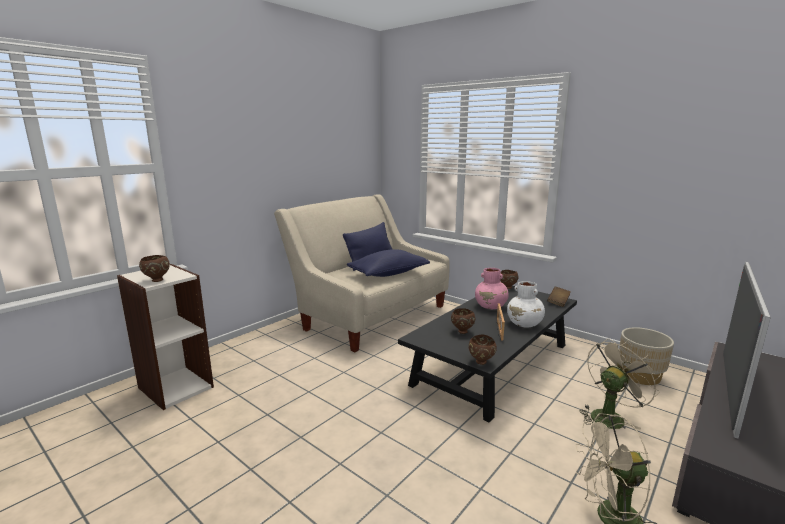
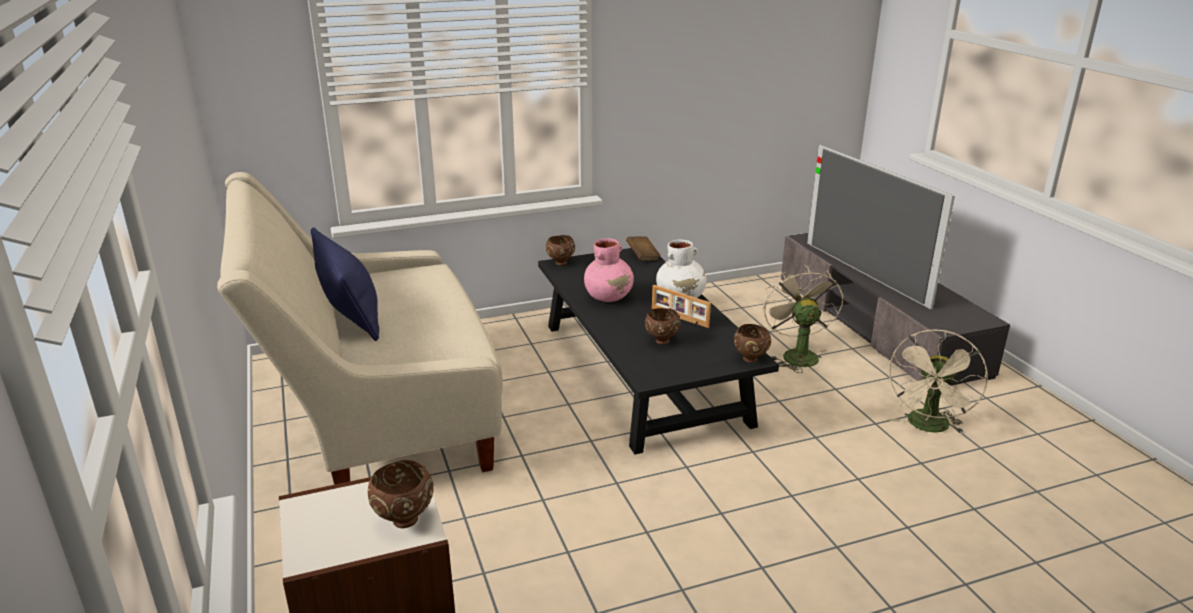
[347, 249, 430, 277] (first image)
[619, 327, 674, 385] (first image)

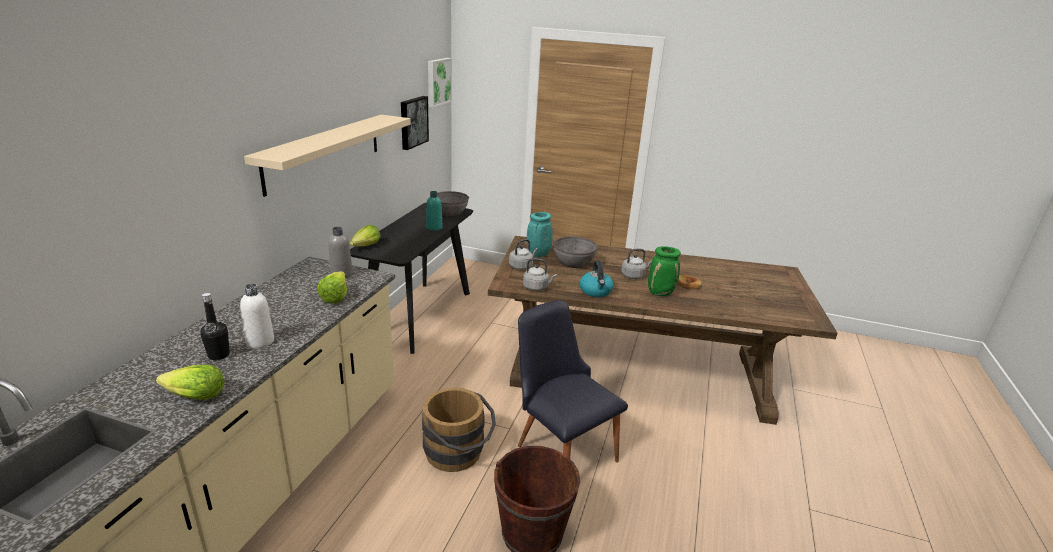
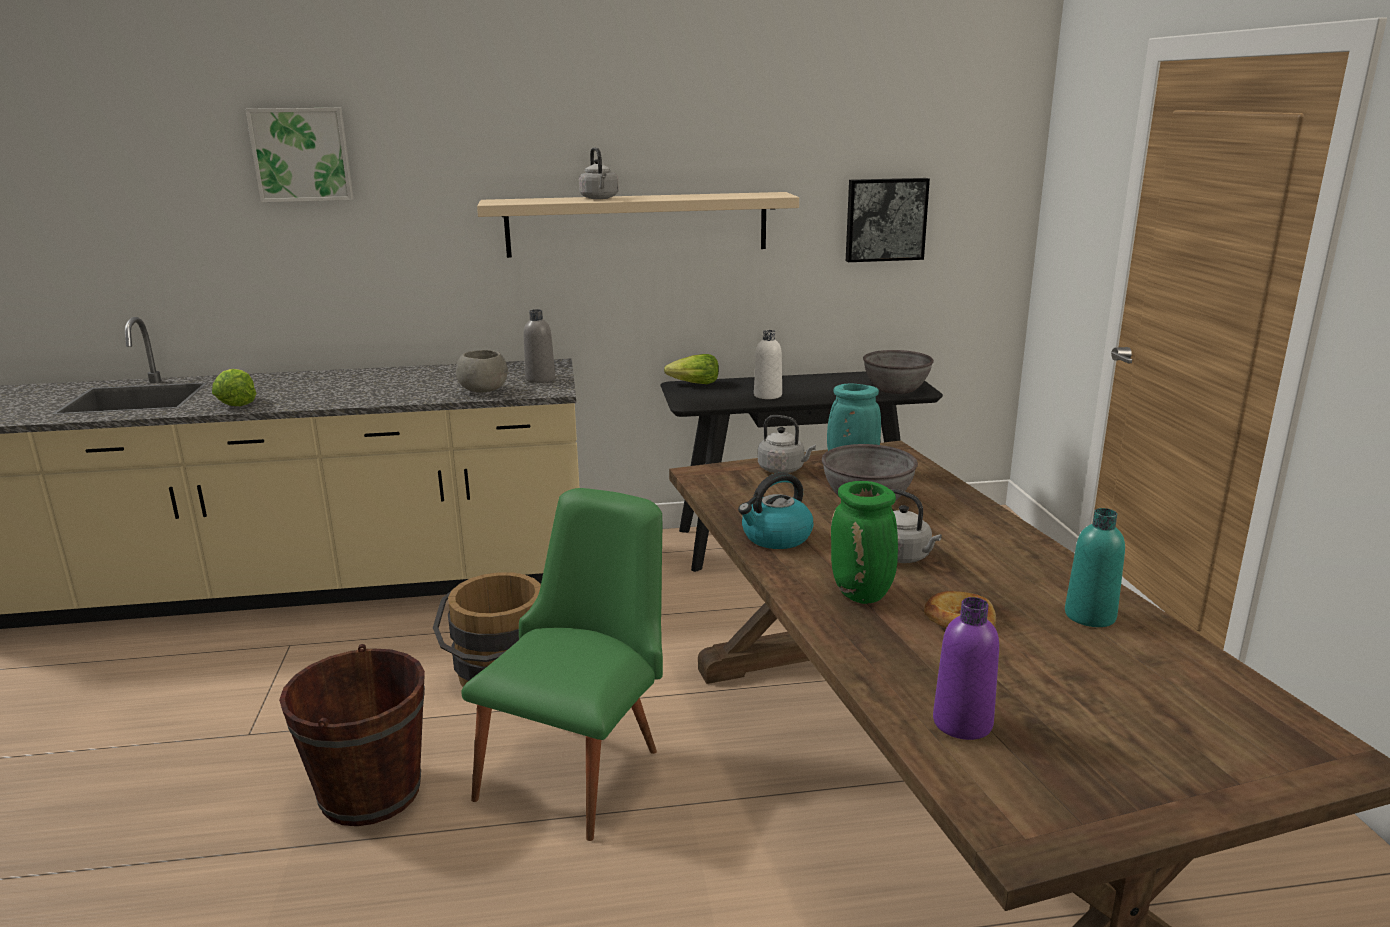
[200, 293, 230, 360] (first image)
[933, 597, 999, 740]
[754, 330, 782, 399]
[1065, 508, 1125, 627]
[245, 108, 353, 202]
[579, 147, 619, 199]
[456, 350, 508, 392]
[461, 488, 663, 841]

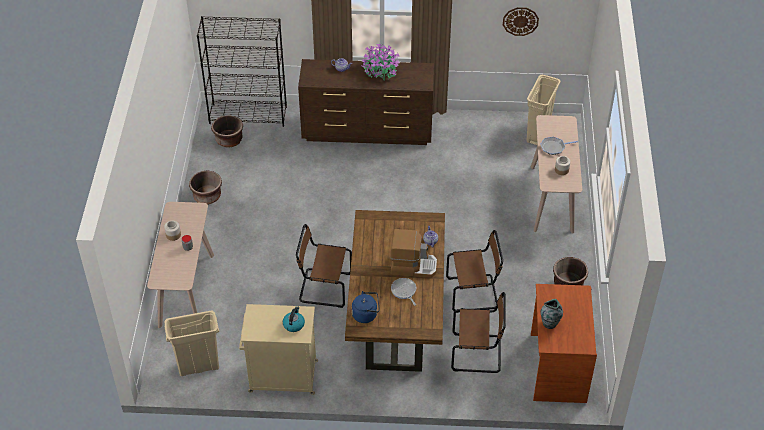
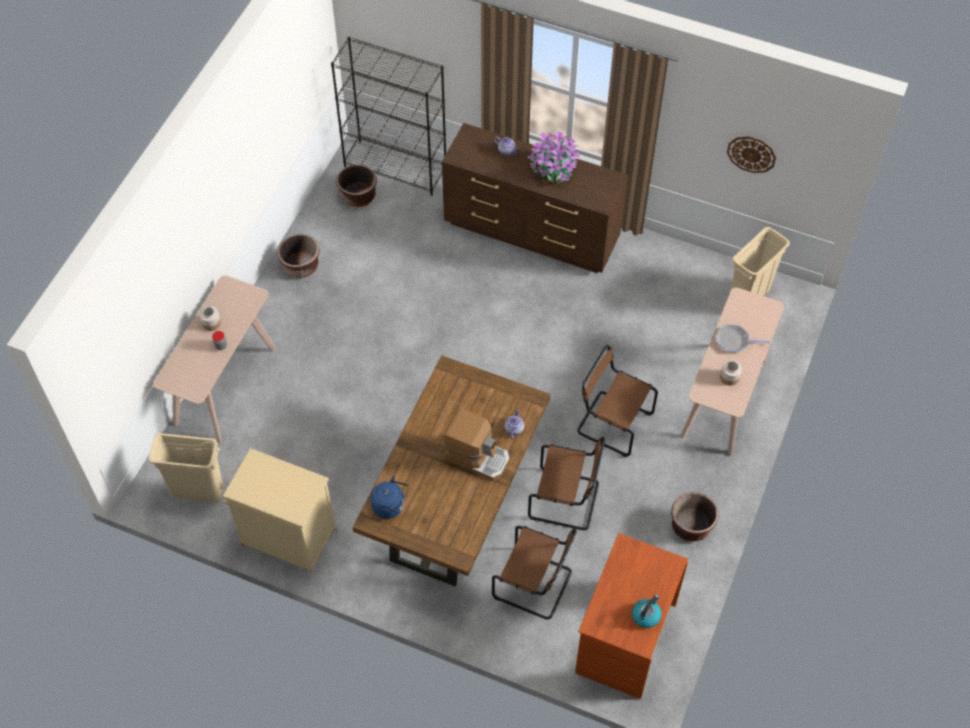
[391, 278, 416, 306] (first image)
[540, 299, 563, 329] (first image)
[632, 595, 662, 628]
[577, 345, 658, 457]

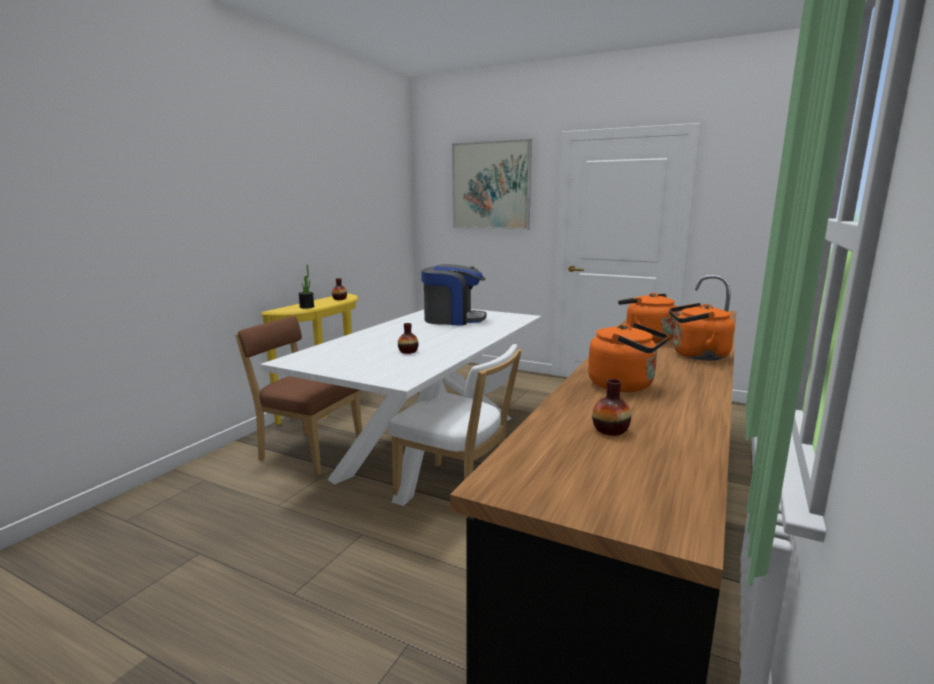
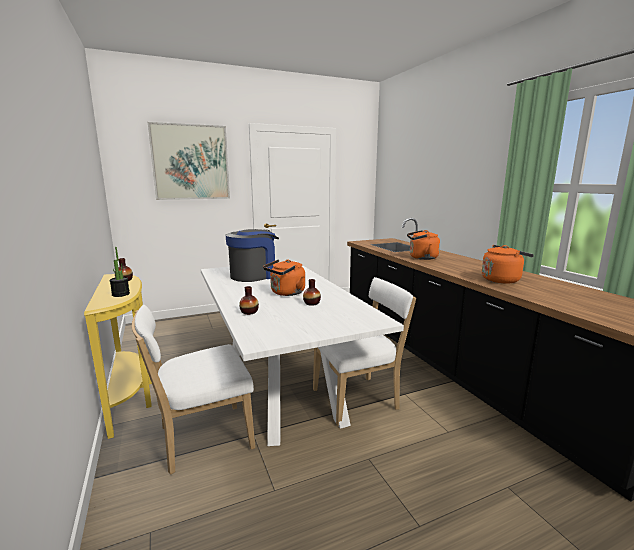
[239, 286, 259, 315]
[263, 259, 305, 296]
[132, 305, 255, 475]

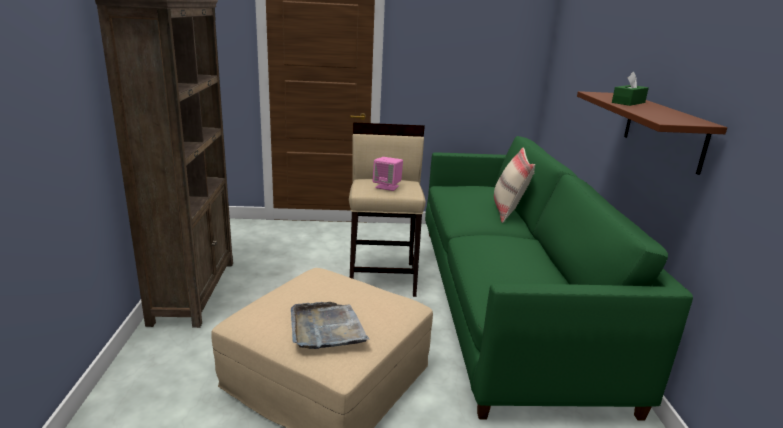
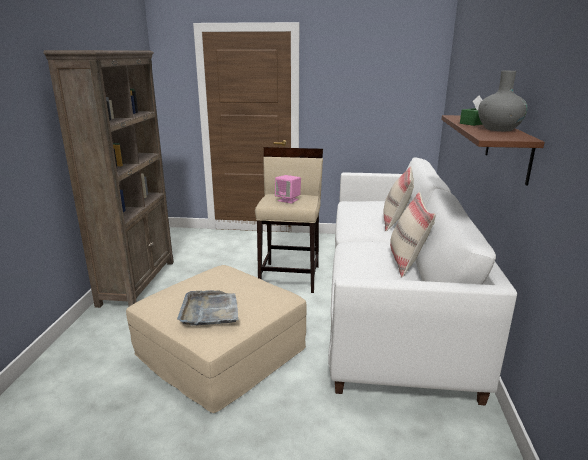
[390, 192, 436, 277]
[478, 71, 528, 131]
[328, 157, 517, 406]

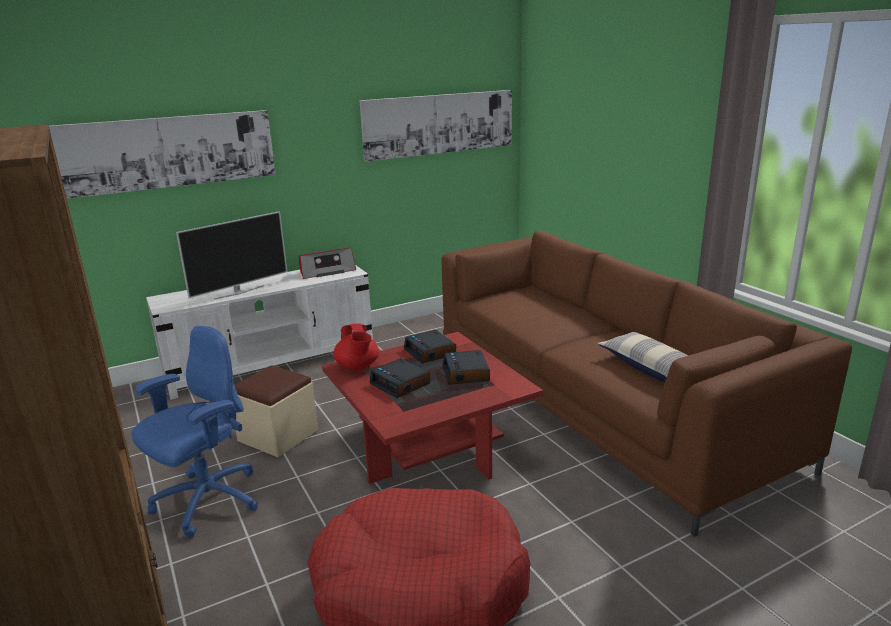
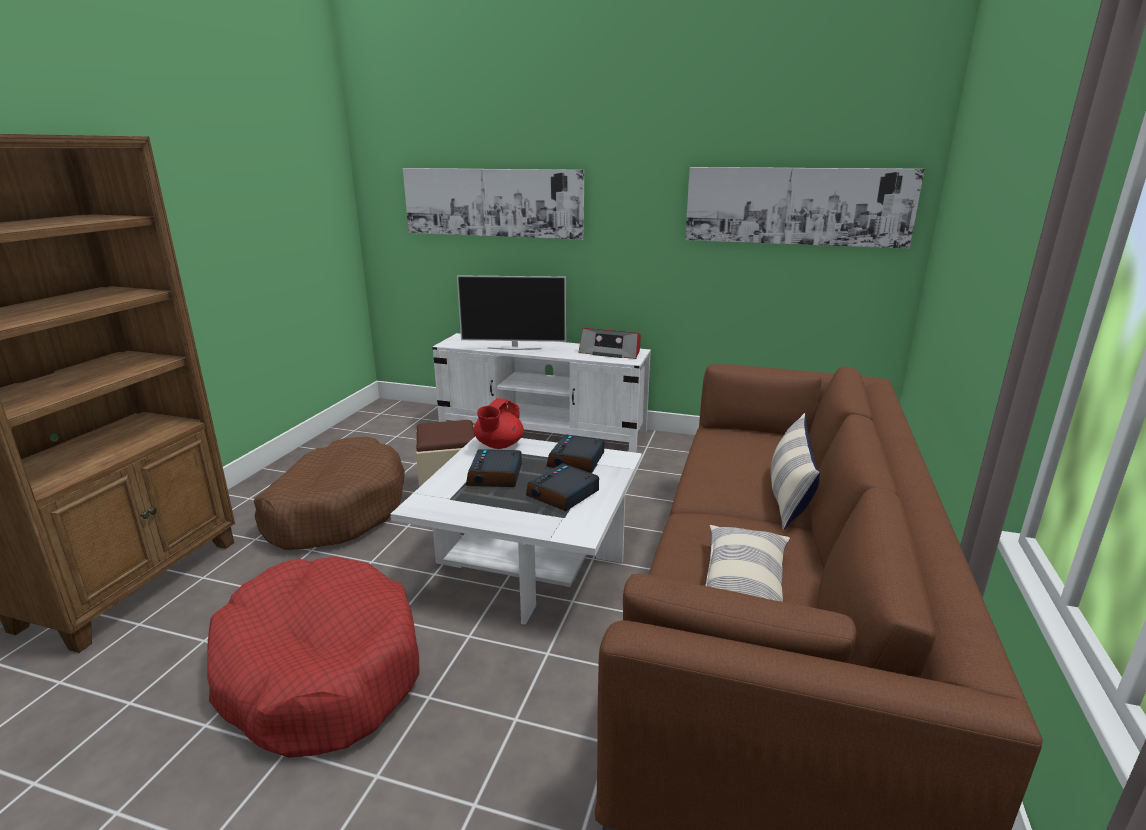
[771, 413, 820, 530]
[254, 437, 405, 550]
[390, 437, 642, 625]

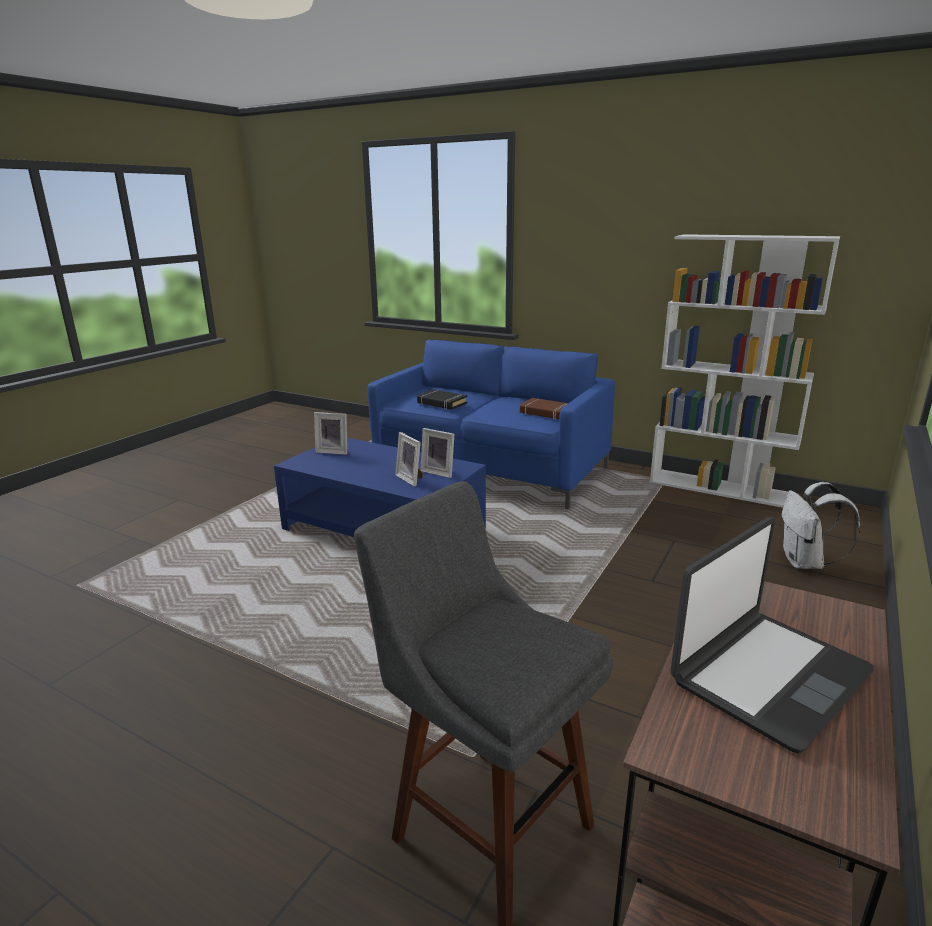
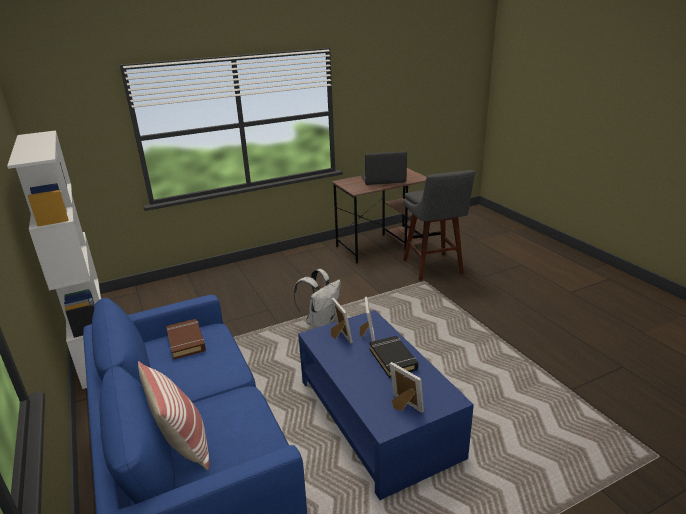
[138, 361, 209, 470]
[369, 336, 418, 378]
[294, 269, 341, 328]

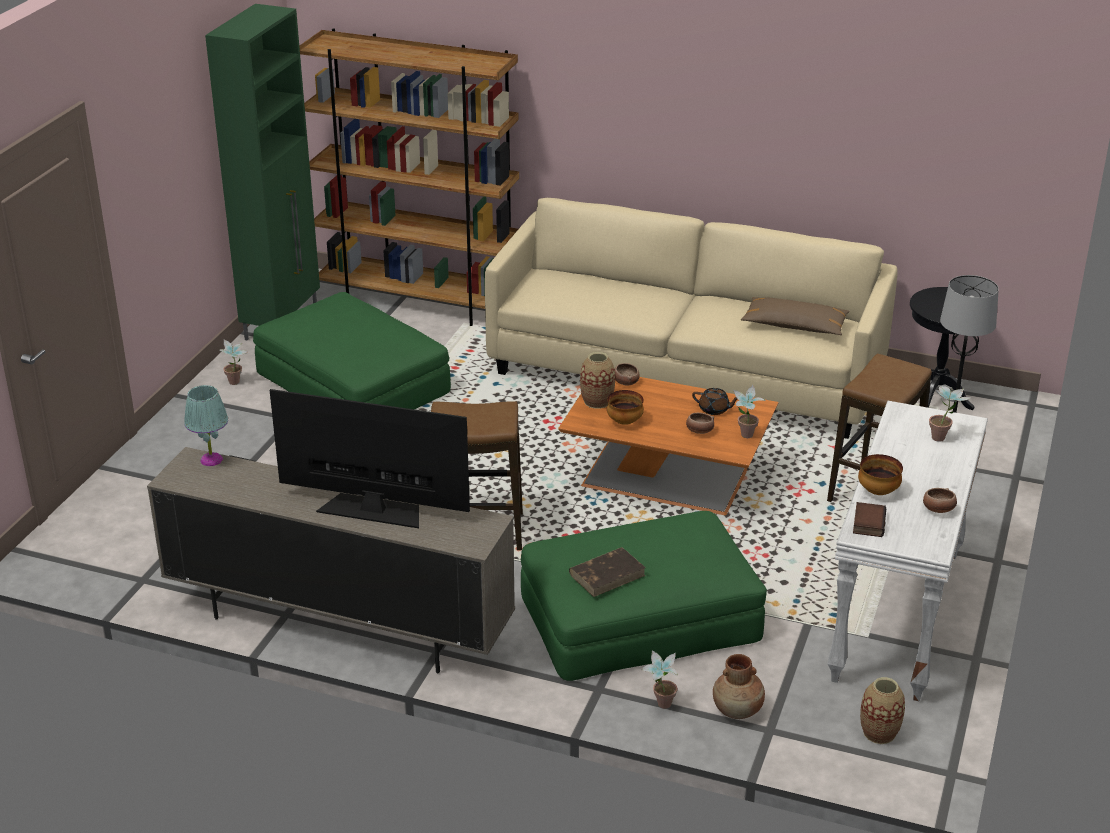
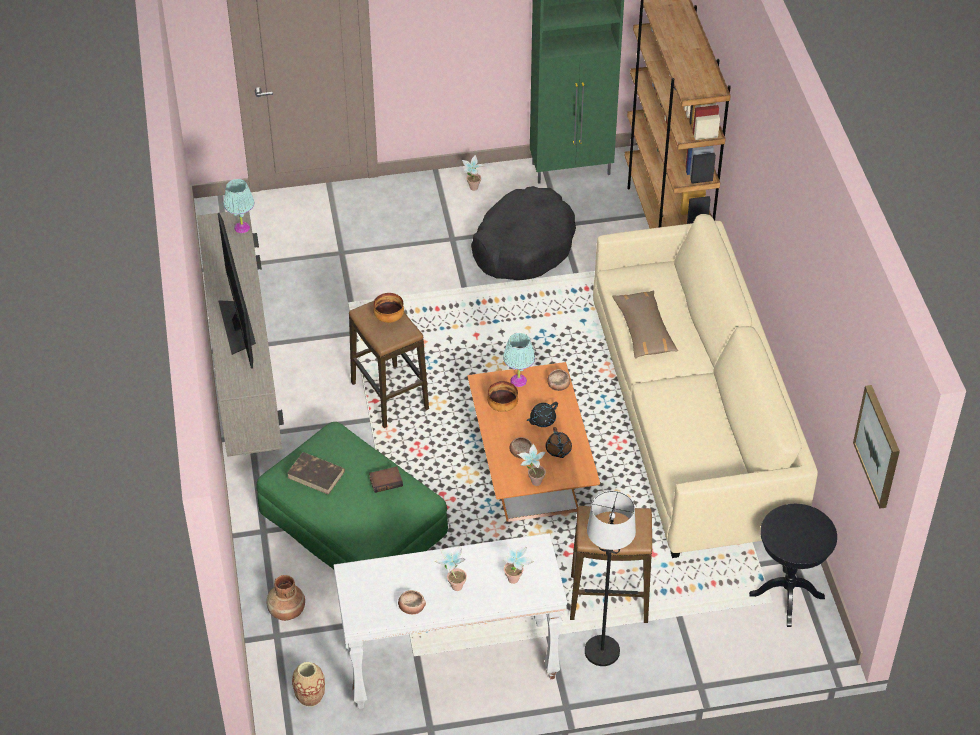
[527, 402, 558, 427]
[853, 385, 900, 509]
[435, 546, 467, 591]
[612, 290, 678, 359]
[369, 466, 403, 493]
[374, 293, 404, 323]
[471, 186, 576, 280]
[503, 333, 535, 387]

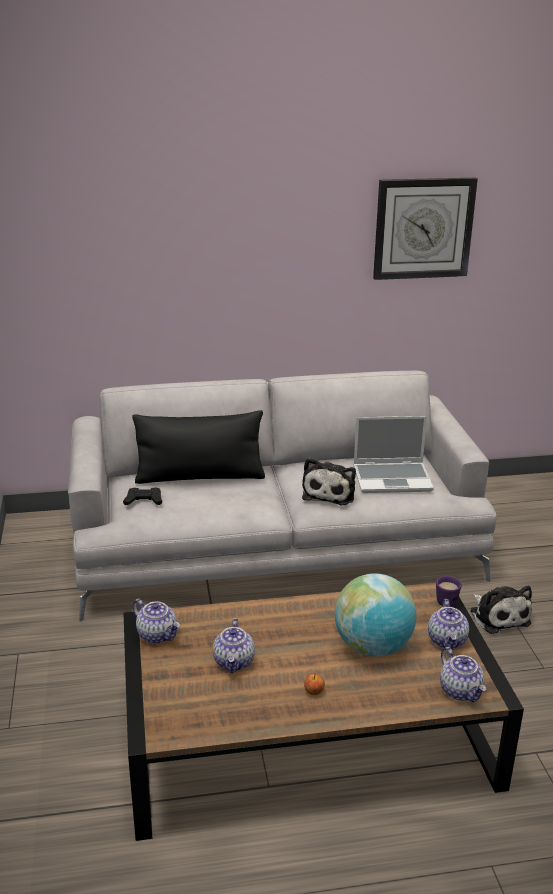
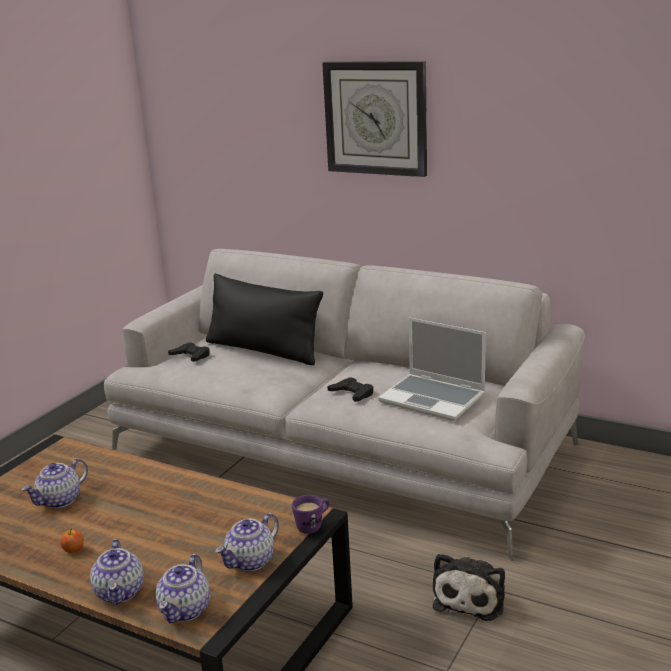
[335, 573, 417, 656] (first image)
[90, 539, 144, 605]
[322, 61, 427, 177]
[327, 377, 373, 402]

